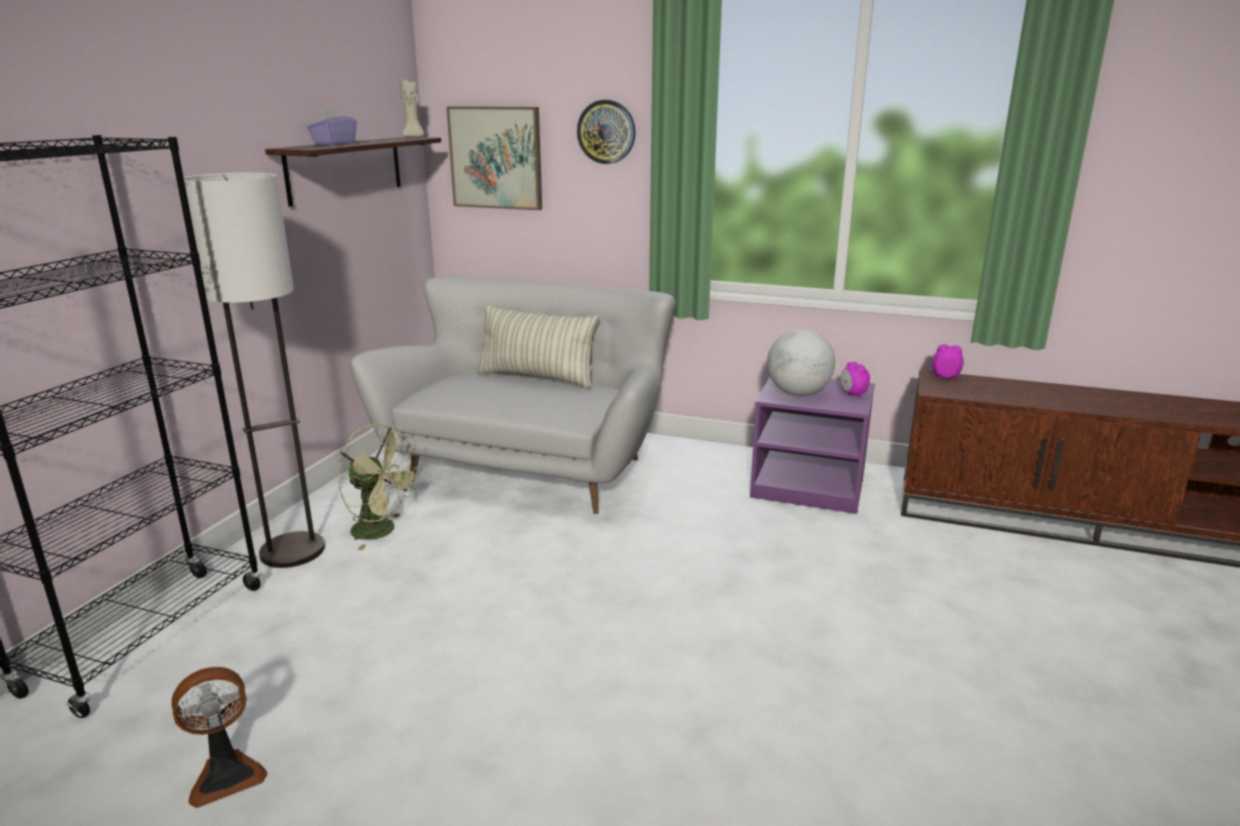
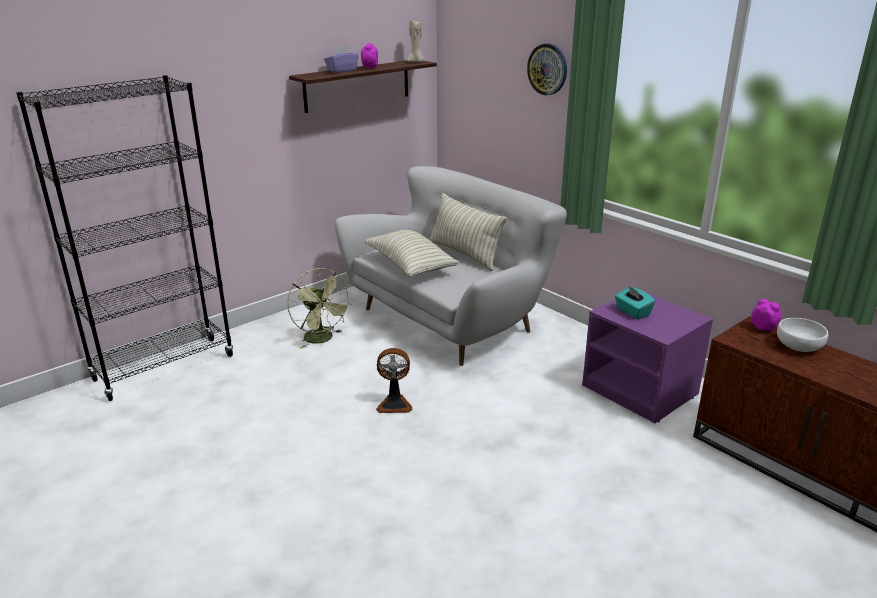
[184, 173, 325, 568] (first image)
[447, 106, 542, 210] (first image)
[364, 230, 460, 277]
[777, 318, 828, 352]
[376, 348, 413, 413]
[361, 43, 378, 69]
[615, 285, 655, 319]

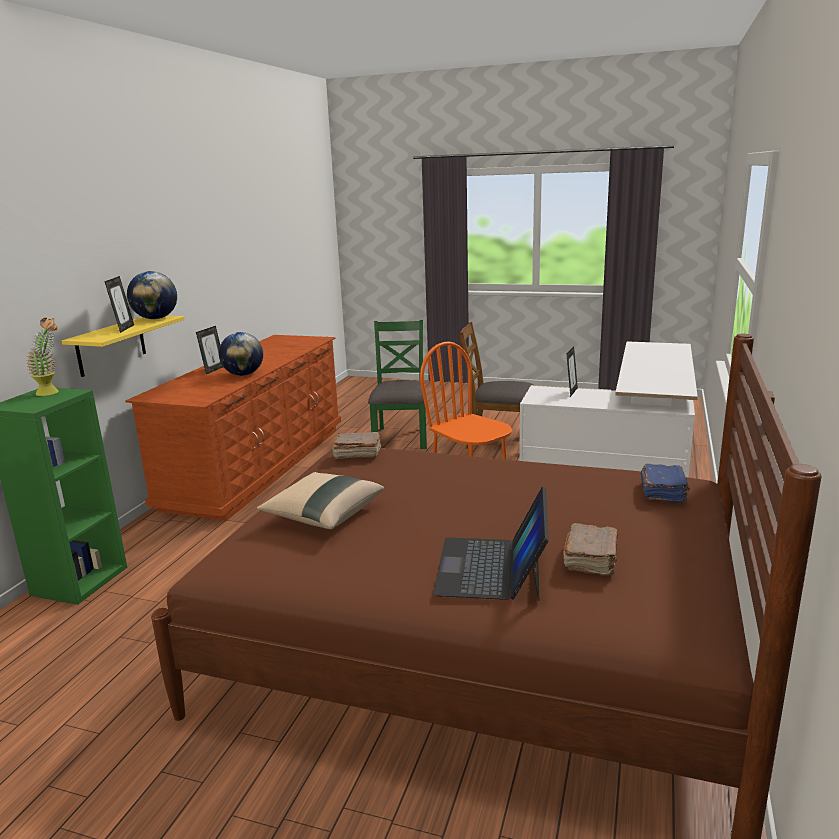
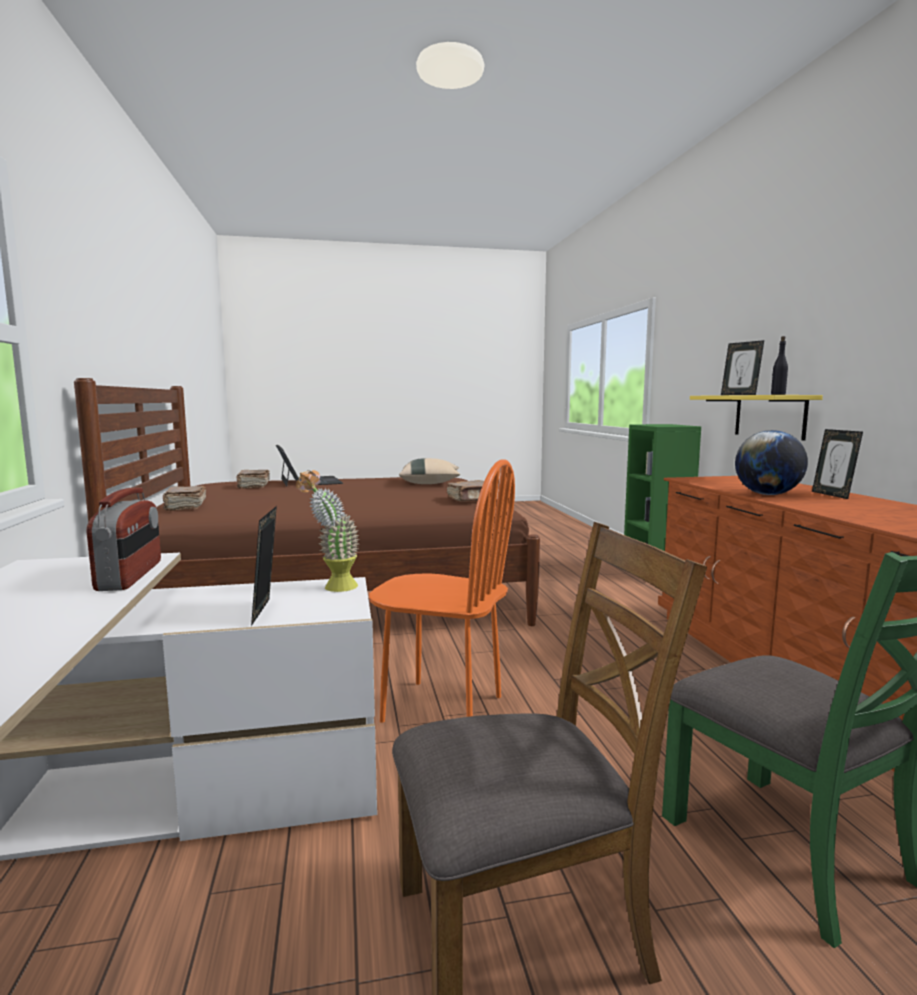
[86, 487, 161, 591]
[296, 470, 360, 592]
[771, 336, 788, 395]
[163, 486, 206, 511]

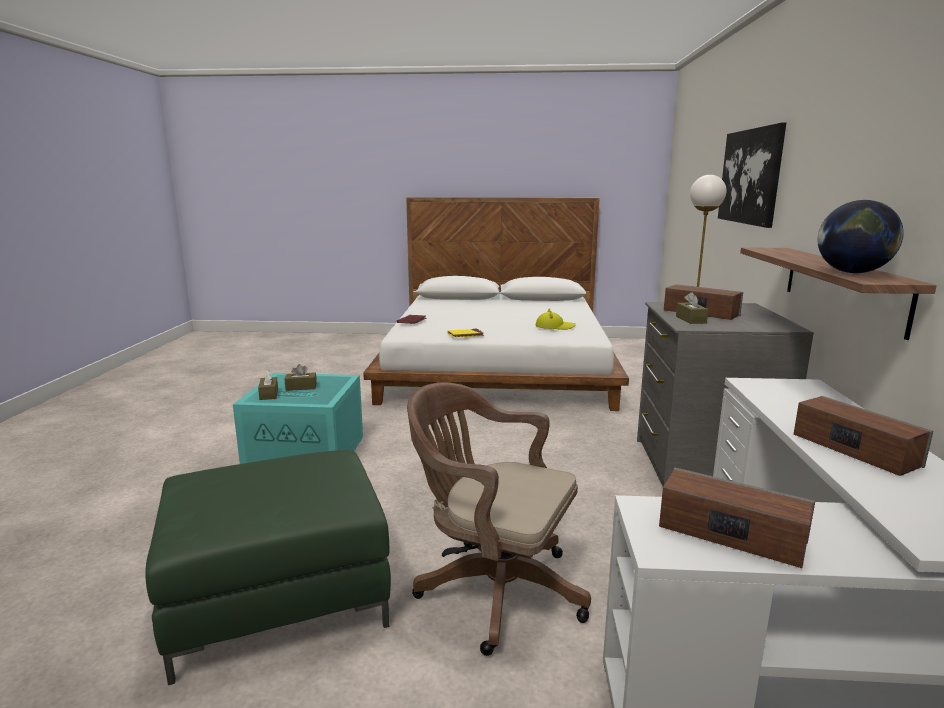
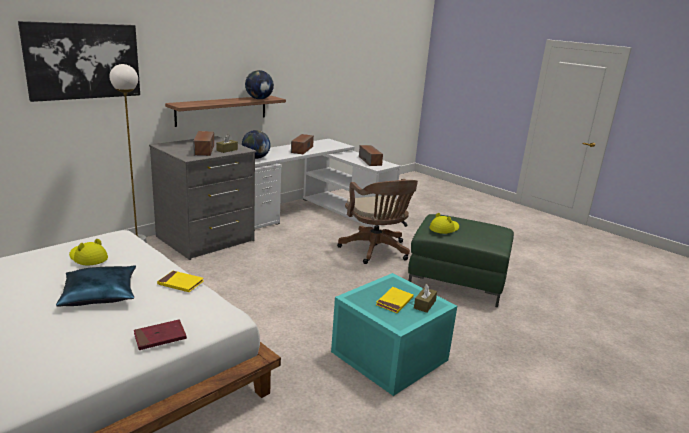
[56, 265, 136, 307]
[242, 130, 270, 159]
[429, 213, 459, 234]
[376, 287, 413, 313]

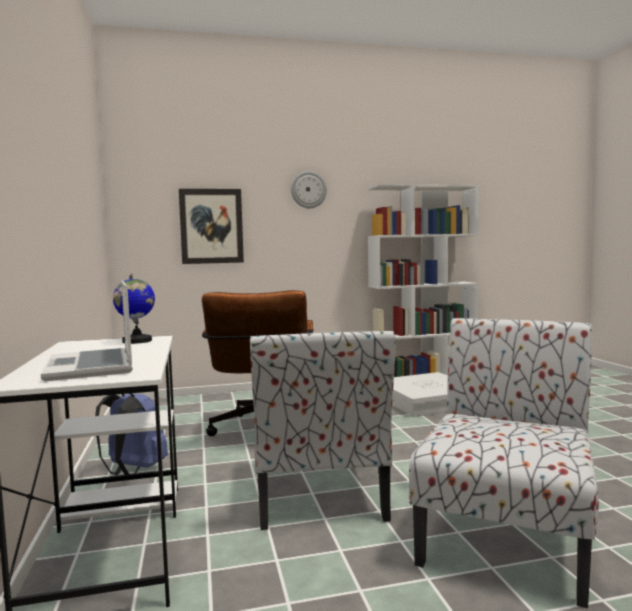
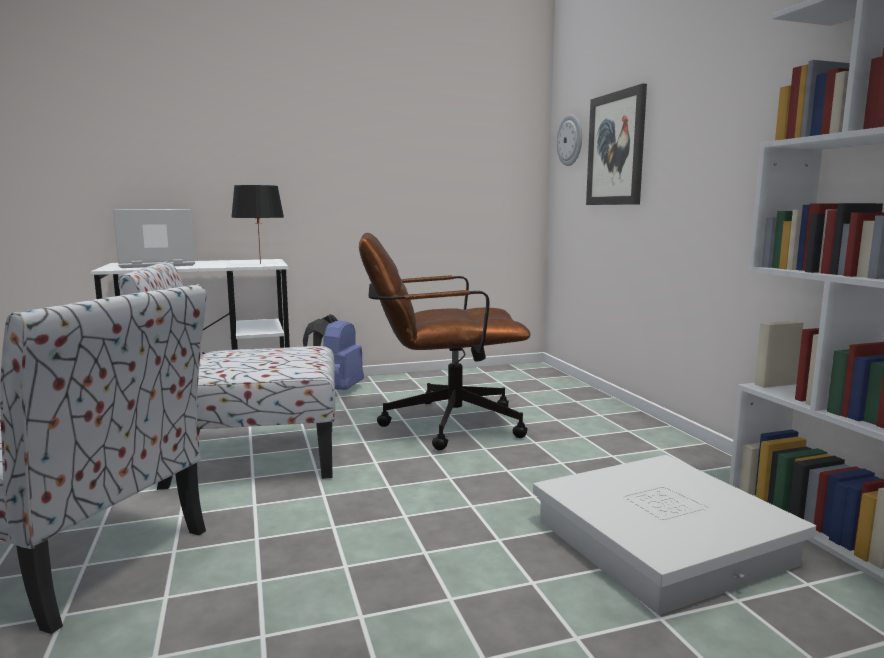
[557, 114, 582, 166]
[231, 185, 284, 264]

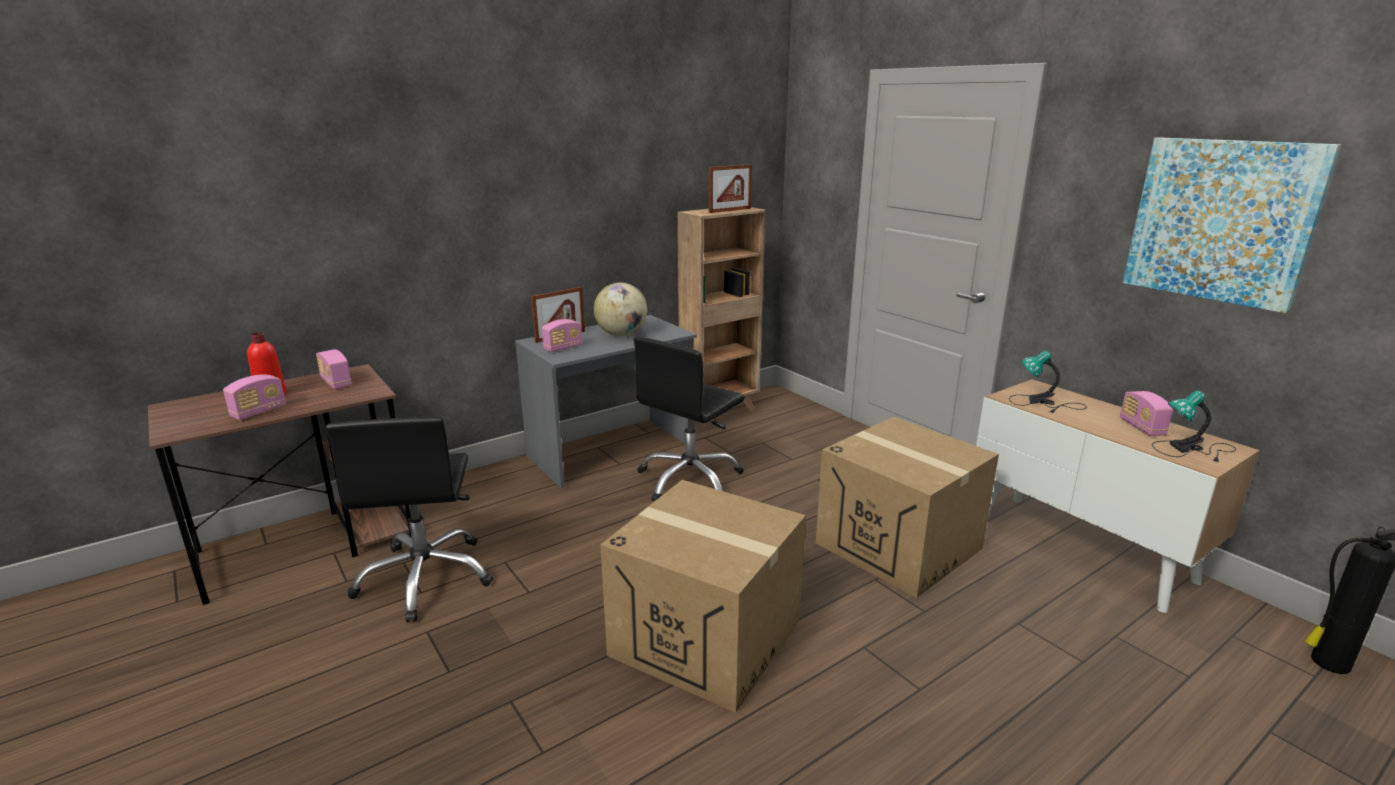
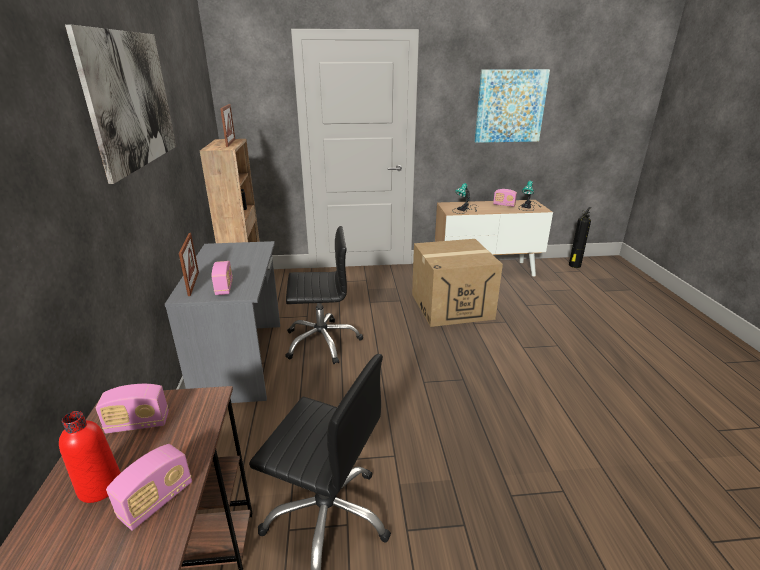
[594, 283, 647, 336] (first image)
[600, 480, 806, 713] (first image)
[65, 24, 176, 184]
[106, 444, 192, 531]
[285, 226, 363, 364]

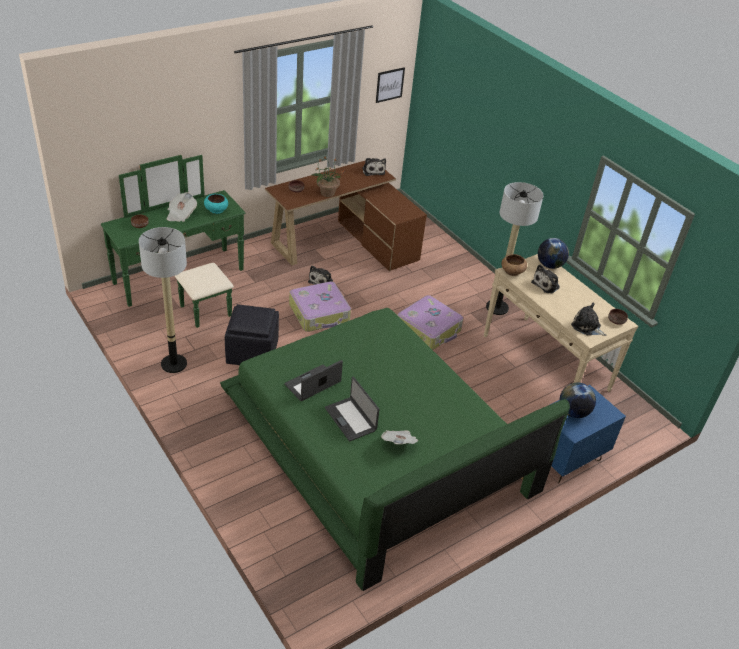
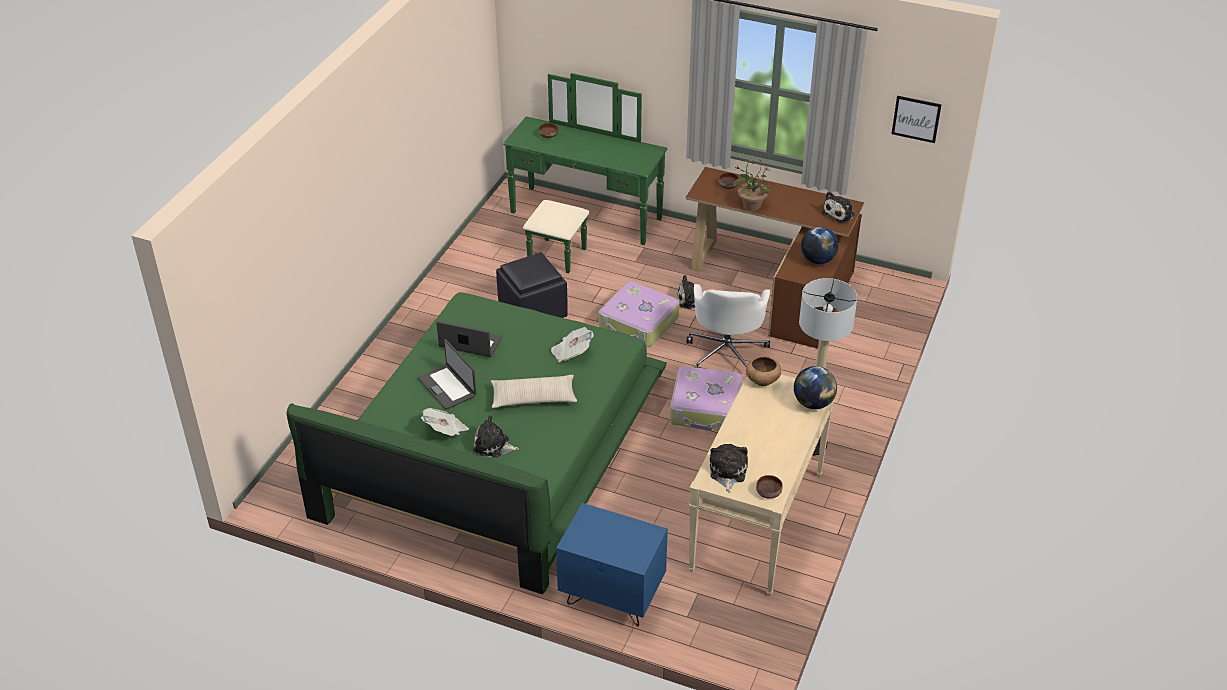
[139, 227, 187, 373] (first image)
[204, 194, 228, 214] (first image)
[491, 375, 577, 408]
[686, 284, 770, 376]
[551, 327, 594, 362]
[473, 415, 519, 458]
[801, 227, 838, 264]
[418, 339, 477, 410]

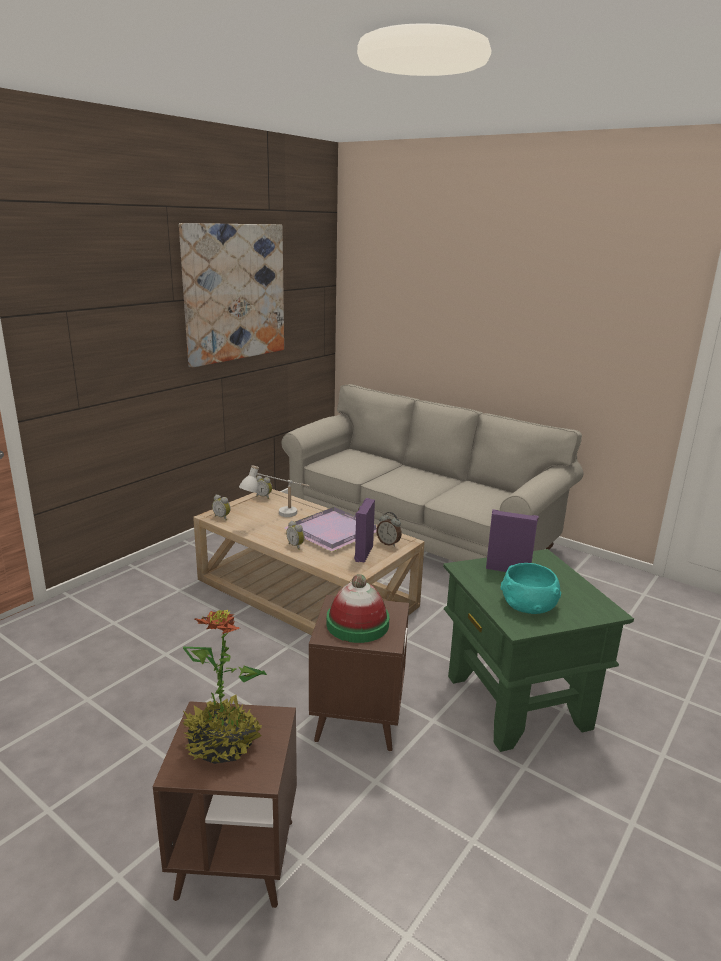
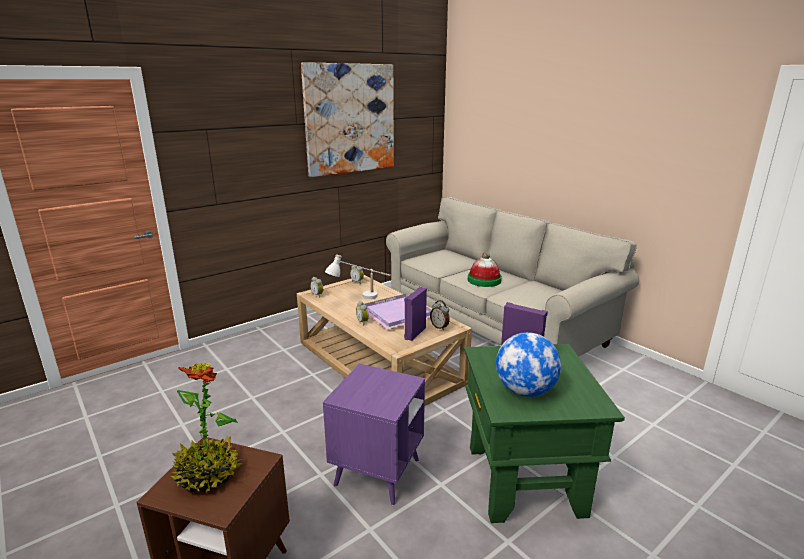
[468, 252, 502, 287]
[496, 332, 561, 397]
[323, 364, 425, 506]

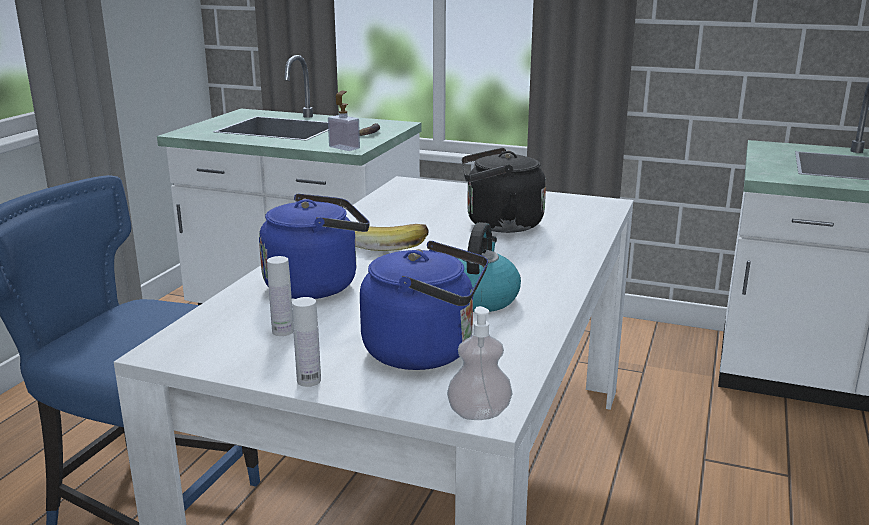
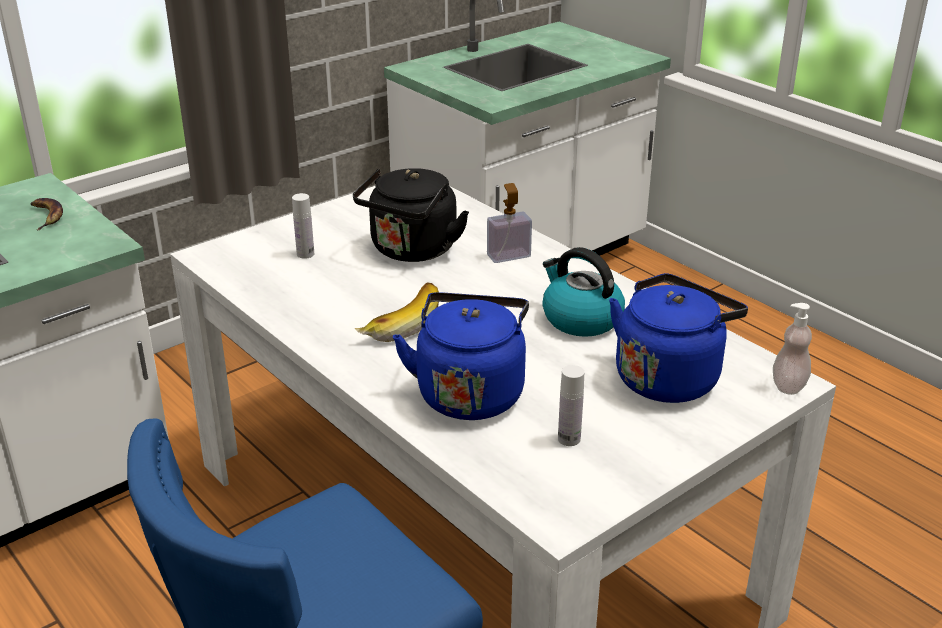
[292, 193, 314, 259]
[487, 183, 532, 263]

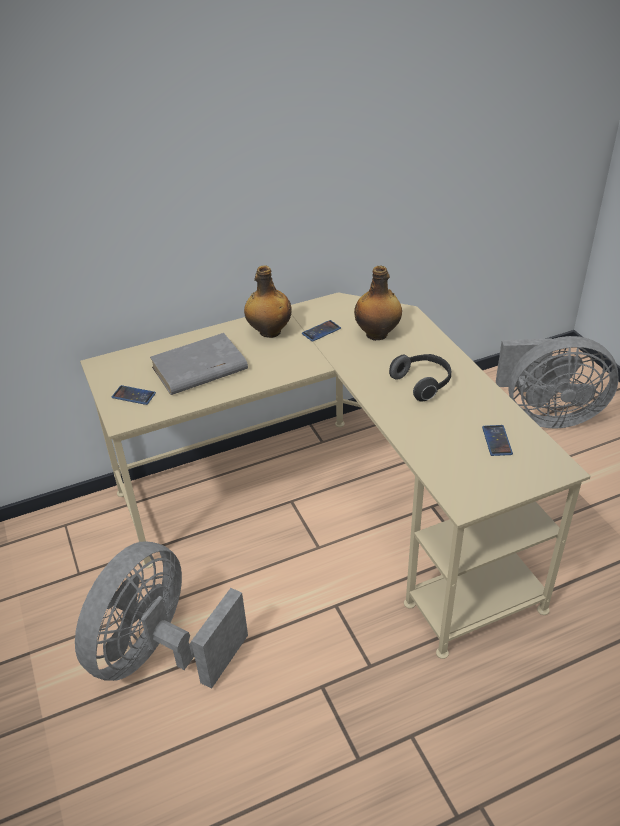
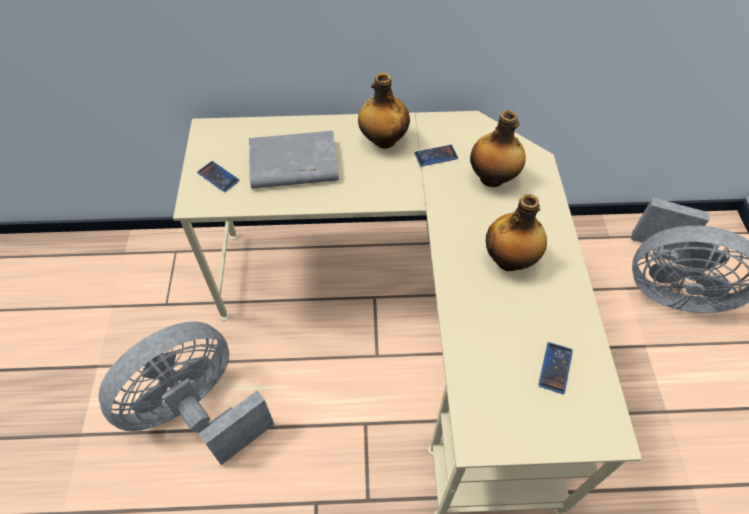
[486, 194, 547, 271]

